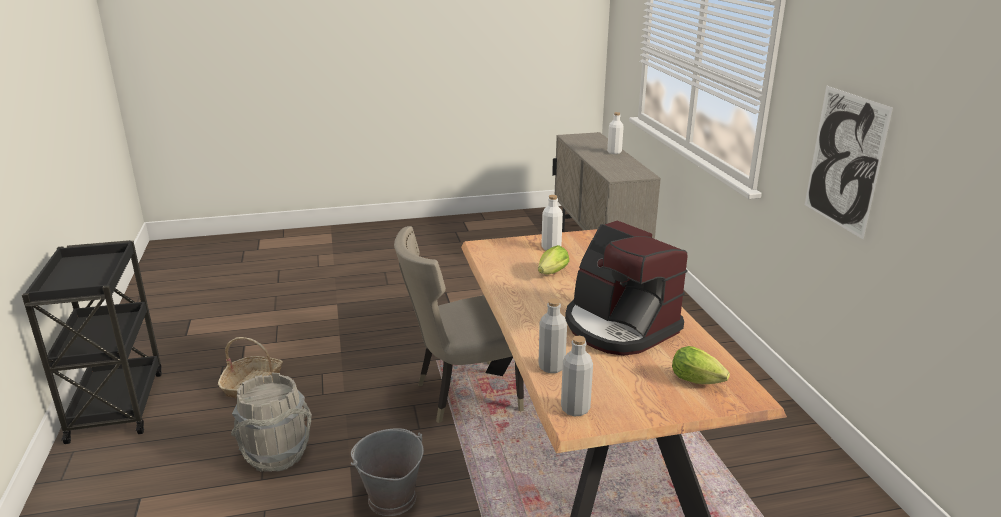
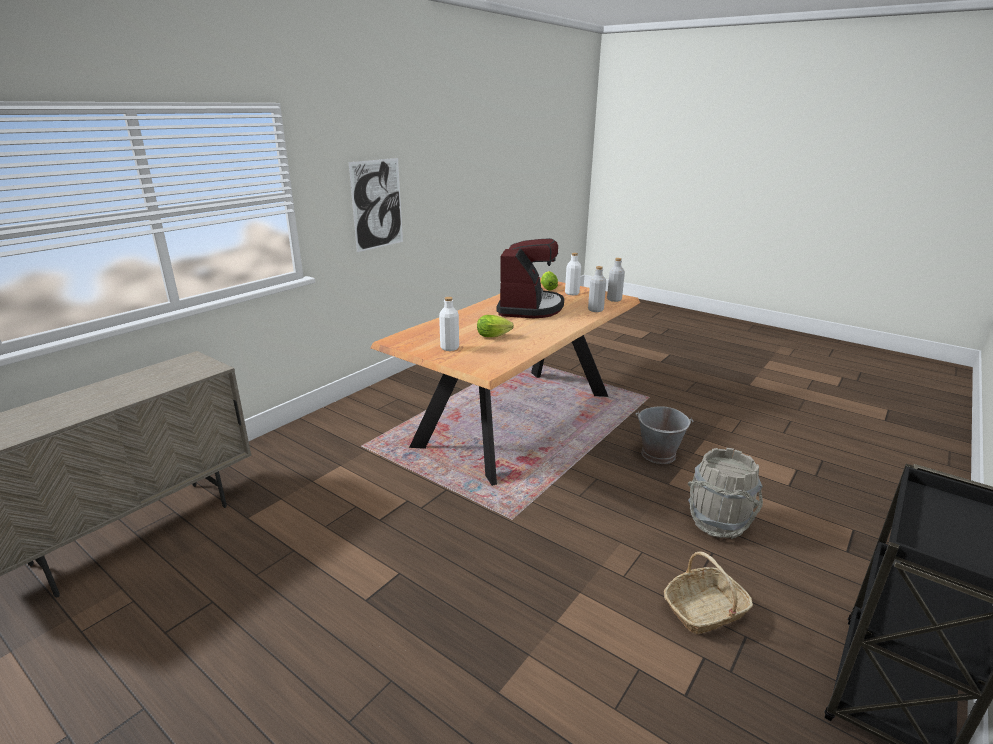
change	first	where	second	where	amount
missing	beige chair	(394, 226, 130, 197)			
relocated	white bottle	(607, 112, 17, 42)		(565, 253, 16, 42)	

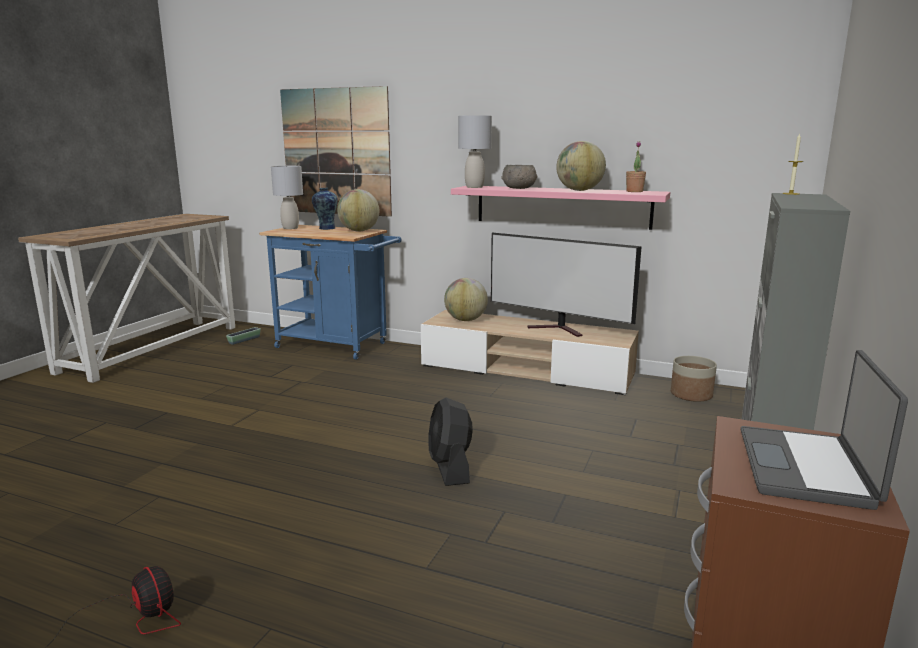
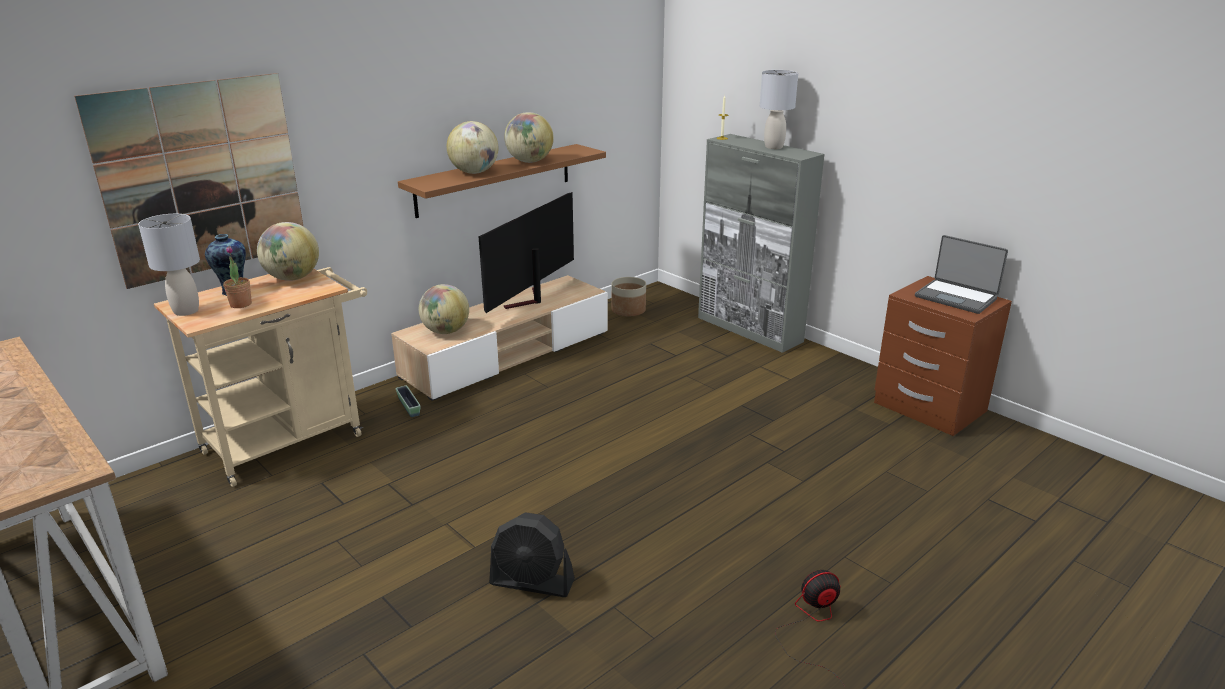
change	first	where	second	where	amount
relocated	planter	(226, 327, 35, 18)		(396, 386, 25, 31)	
colour	blue cart	(259, 225, 142, 135)	beige cart	(154, 267, 213, 220)	
relocated	black fan	(428, 398, 45, 88)		(489, 512, 86, 85)	
colour	pink shelf	(451, 186, 219, 44)	brown shelf	(398, 144, 208, 74)	
relocated	grey table lamp	(458, 115, 34, 73)		(760, 70, 38, 79)	
spun	television	(491, 233, 151, 104)		(478, 192, 96, 121)	150 degrees clockwise
exchanged	grey bowl	(501, 165, 37, 24)	globe	(447, 121, 52, 53)	
relocated	potted plant	(626, 141, 20, 51)		(223, 246, 29, 62)	

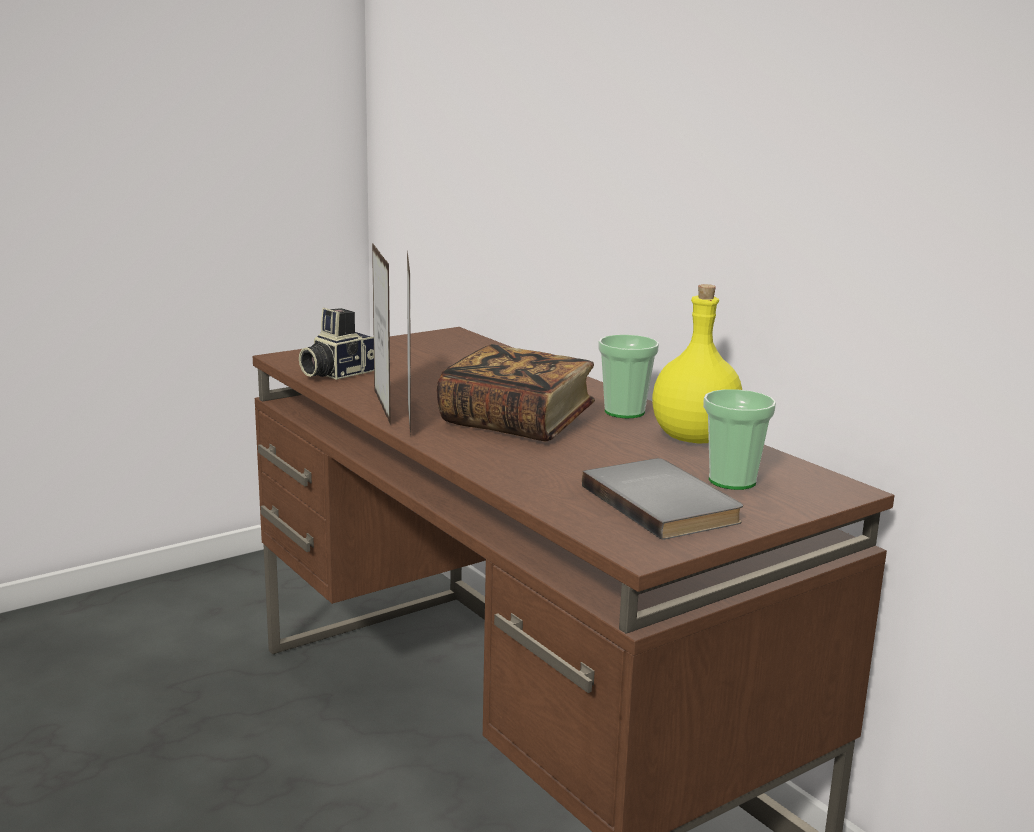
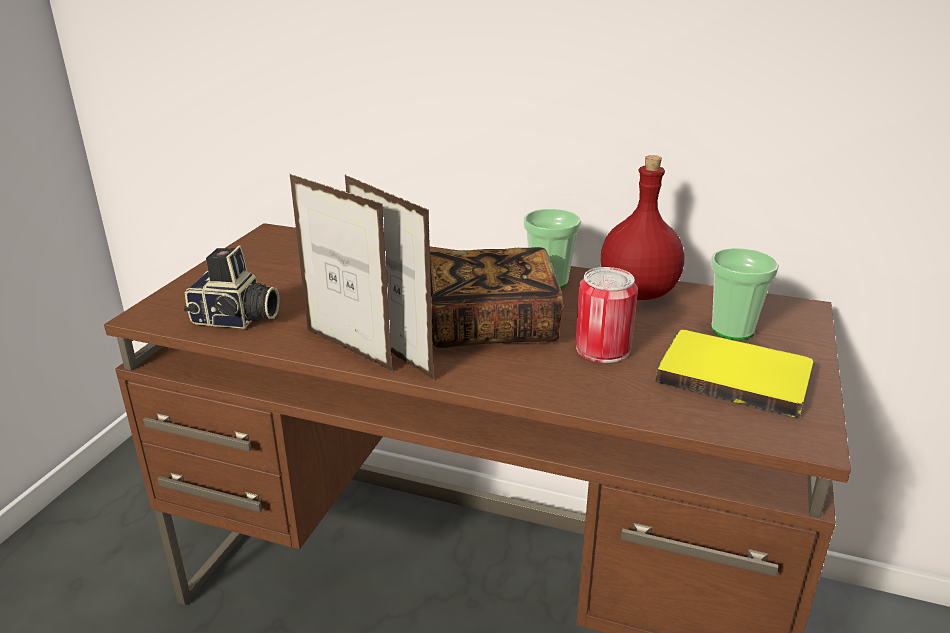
change	first	where	second	where	amount
spun	photo camera	(299, 308, 75, 72)		(184, 246, 96, 83)	90 degrees counterclockwise
colour	grey book	(582, 458, 161, 82)	yellow book	(655, 330, 158, 88)	
colour	yellow bottle	(652, 284, 90, 159)	red bottle	(601, 155, 83, 145)	
appeared			can	(575, 267, 63, 96)	

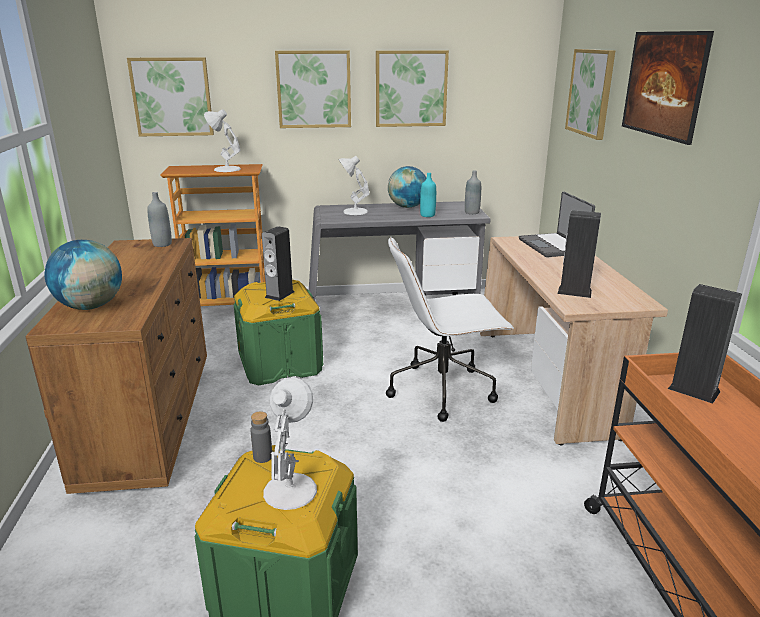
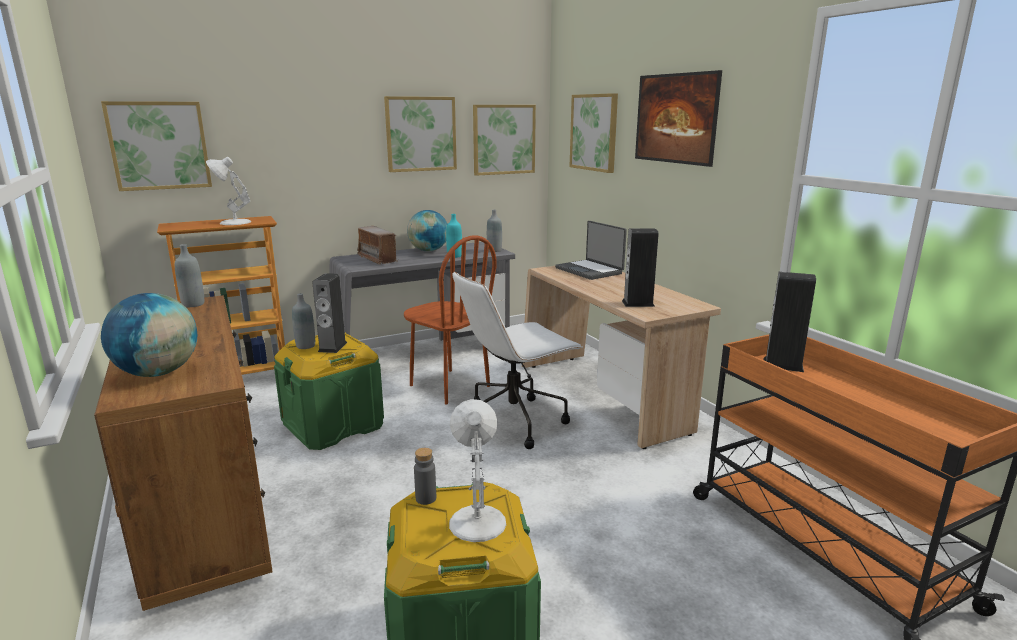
change	first	where	second	where	amount
relocated	picture	(275, 50, 76, 78)		(473, 105, 63, 71)	
exchanged	white table lamp	(339, 156, 31, 59)	radio	(357, 226, 40, 39)	
appeared			grey bottle	(292, 293, 23, 56)	
appeared			brown chair	(404, 235, 93, 169)	

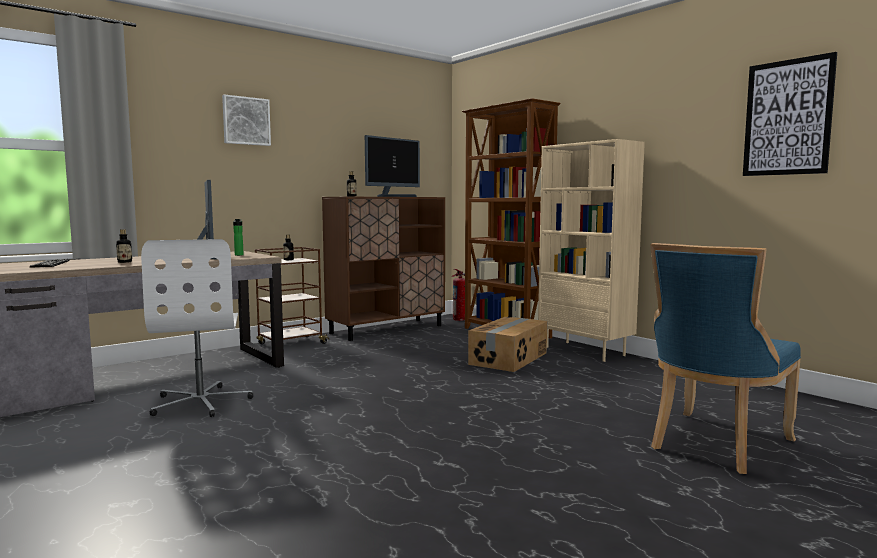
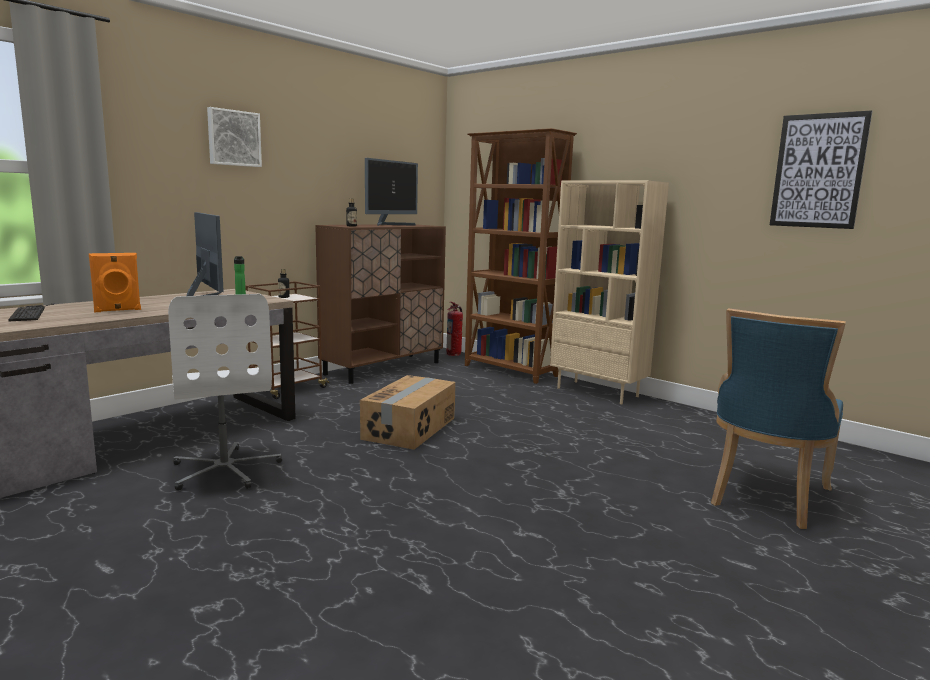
change	first	where	second	where	amount
exchanged	bottle	(116, 229, 16, 34)	orange speaker	(88, 253, 53, 60)	
relocated	cardboard box	(468, 317, 79, 55)		(360, 375, 96, 75)	

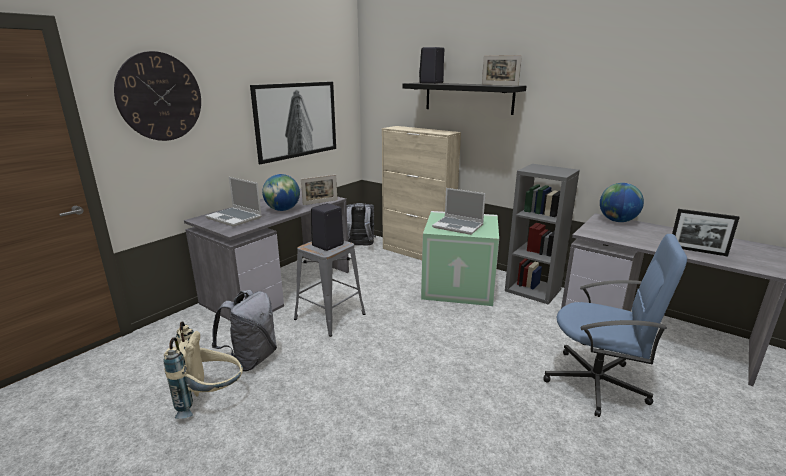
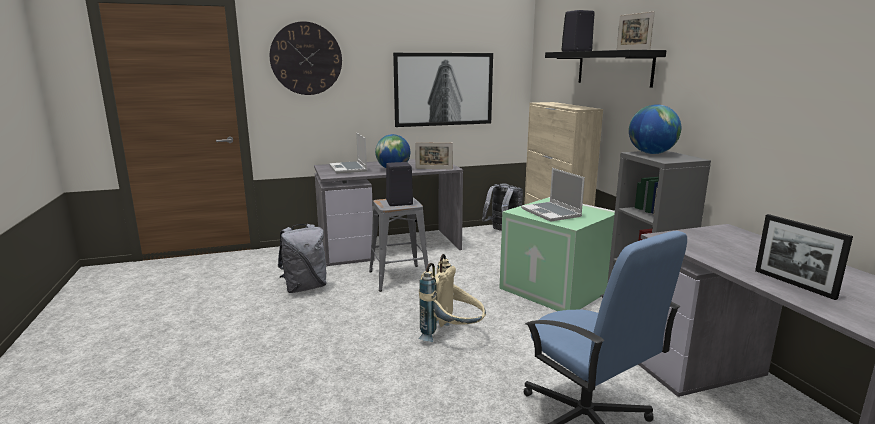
change	first	where	second	where	amount
relocated	beige backpack	(163, 321, 80, 98)		(419, 254, 67, 88)	
relocated	globe	(600, 183, 44, 39)		(629, 104, 52, 50)	

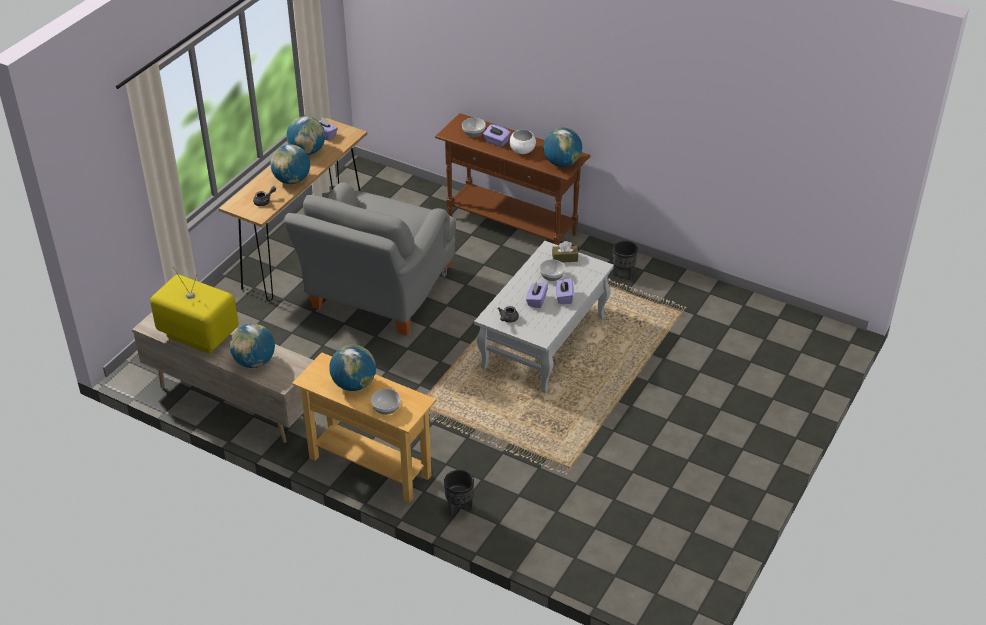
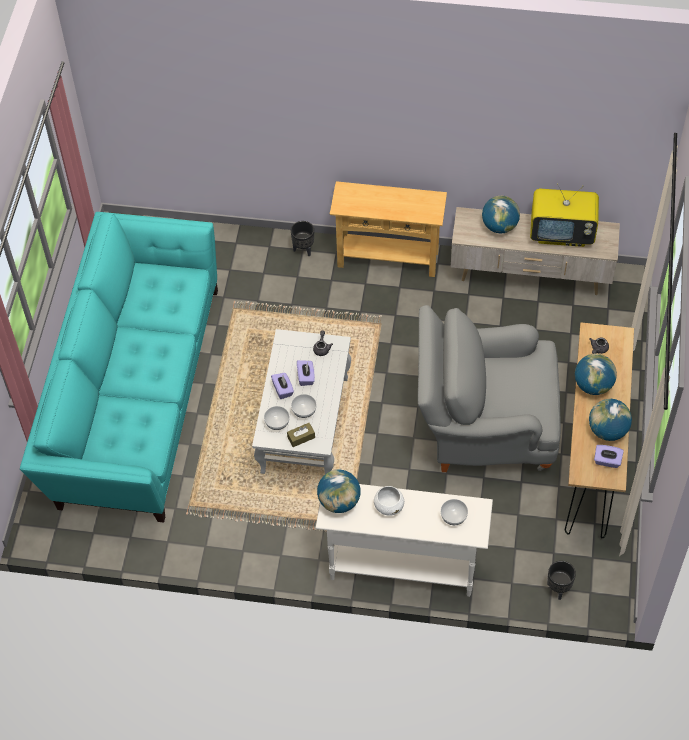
change	first	where	second	where	amount
spun	grey armchair	(284, 183, 172, 153)		(418, 305, 143, 167)	90 degrees counterclockwise
missing	globe	(330, 345, 46, 46)			
relocated	bowl	(371, 389, 30, 26)		(264, 406, 25, 24)	
colour	brown console table	(435, 113, 155, 132)	white console table	(316, 484, 177, 113)	
missing	purple tissue box	(483, 124, 28, 23)			
relocated	black planter	(613, 241, 25, 39)		(547, 561, 29, 39)	
appeared			turquoise sofa	(20, 212, 198, 311)	

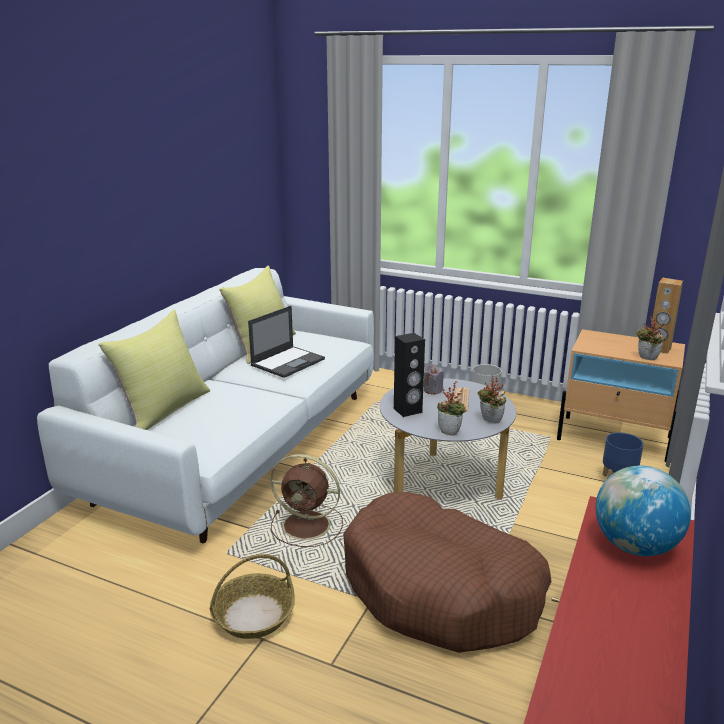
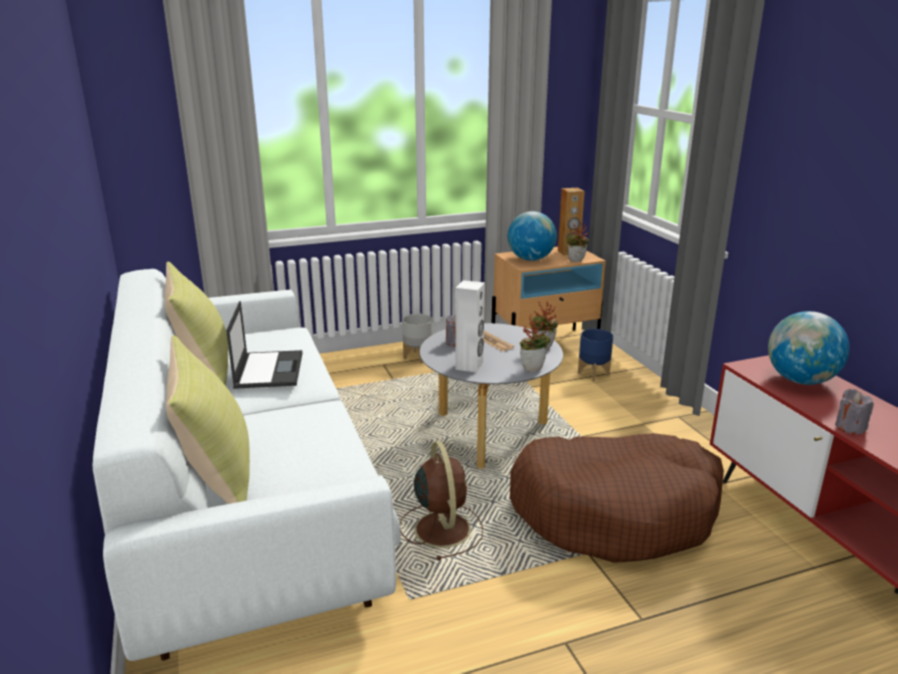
change	first	where	second	where	amount
missing	basket	(209, 554, 86, 85)			
spun	brown fan	(270, 454, 73, 93)		(400, 441, 83, 119)	75 degrees counterclockwise
colour	black speaker	(394, 333, 31, 84)	white speaker	(455, 280, 30, 93)	
appeared			globe	(508, 211, 49, 50)	
appeared			grey candle	(835, 389, 39, 46)	

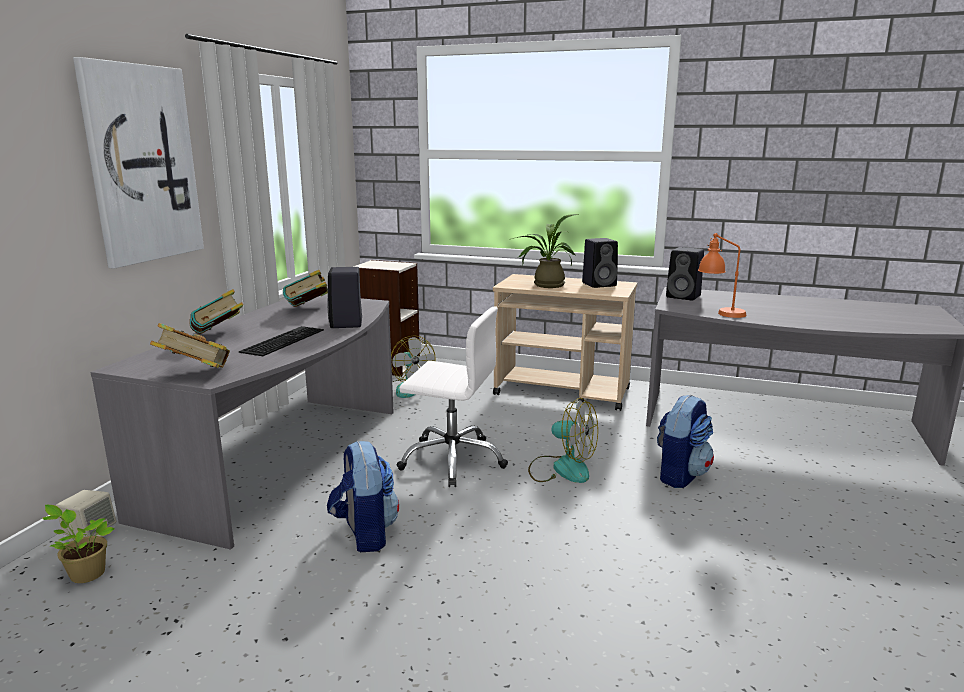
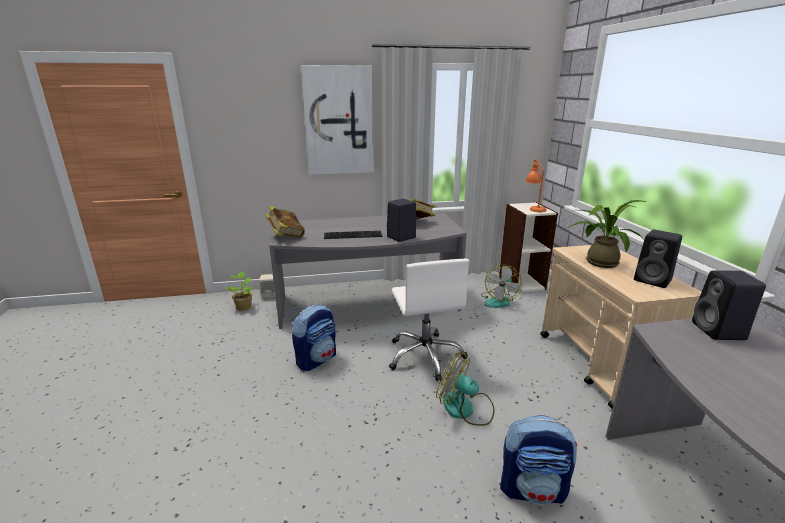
change	first	where	second	where	amount
missing	book	(189, 289, 54, 45)			
spun	fan	(528, 398, 70, 85)		(436, 352, 59, 74)	120 degrees clockwise
relocated	orange table lamp	(698, 233, 49, 85)		(525, 159, 22, 53)	

